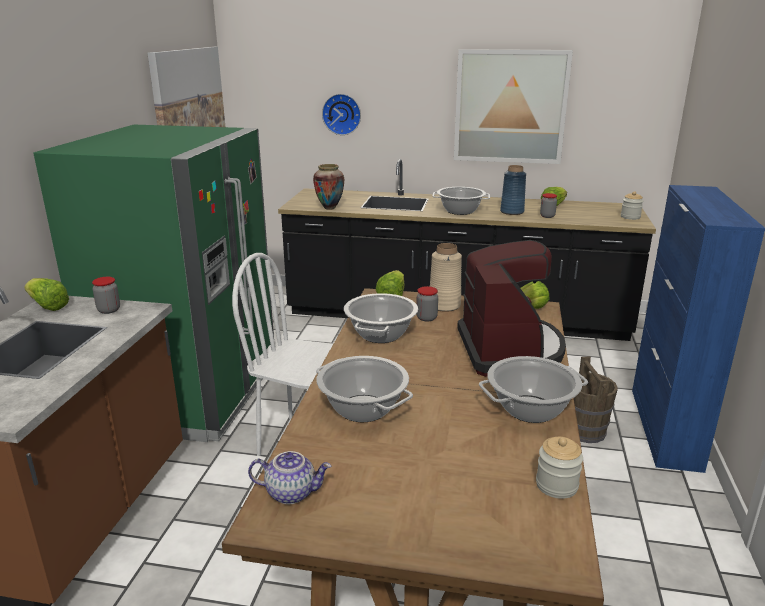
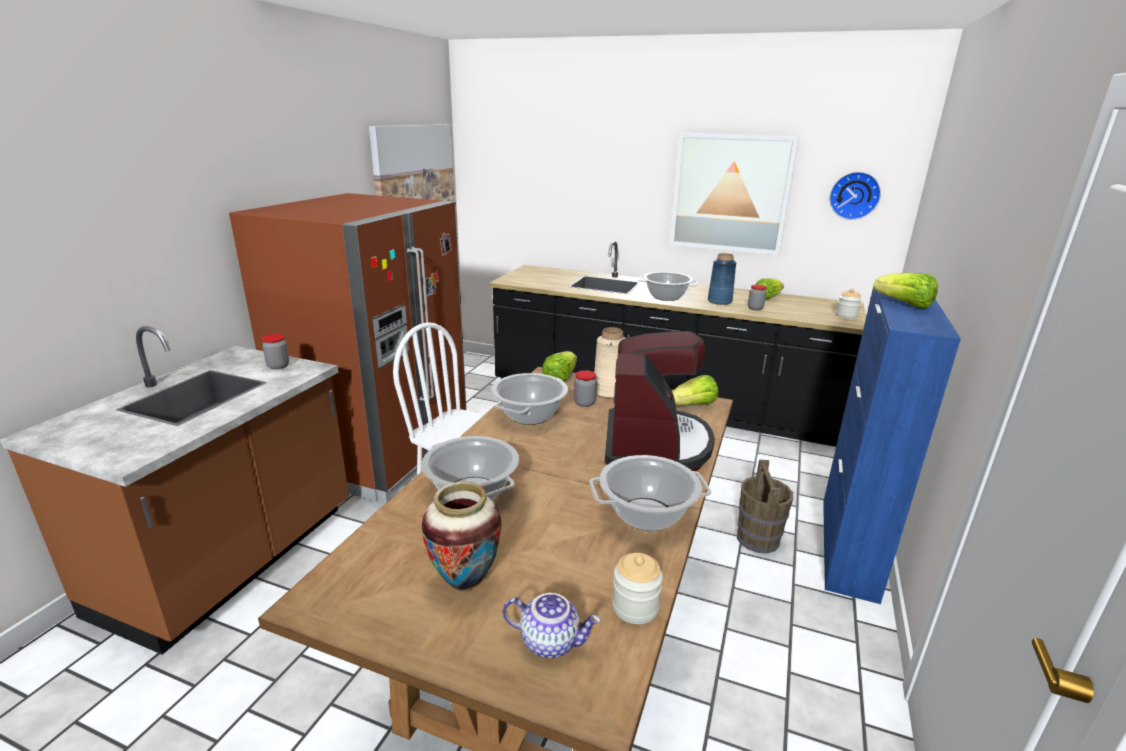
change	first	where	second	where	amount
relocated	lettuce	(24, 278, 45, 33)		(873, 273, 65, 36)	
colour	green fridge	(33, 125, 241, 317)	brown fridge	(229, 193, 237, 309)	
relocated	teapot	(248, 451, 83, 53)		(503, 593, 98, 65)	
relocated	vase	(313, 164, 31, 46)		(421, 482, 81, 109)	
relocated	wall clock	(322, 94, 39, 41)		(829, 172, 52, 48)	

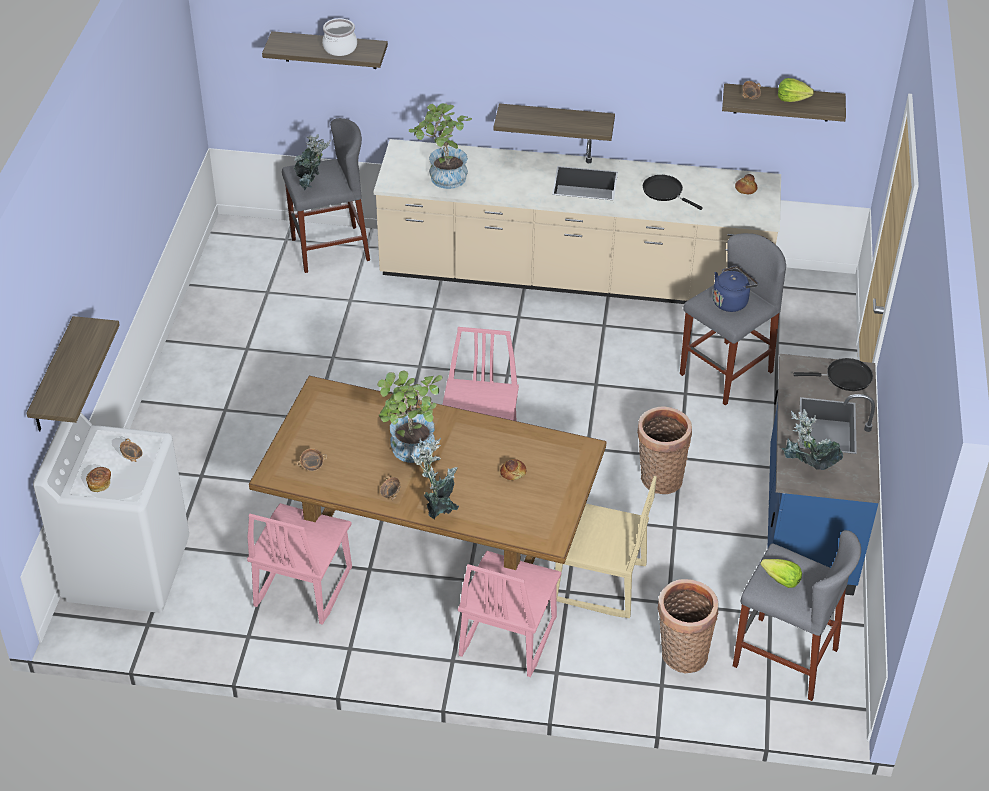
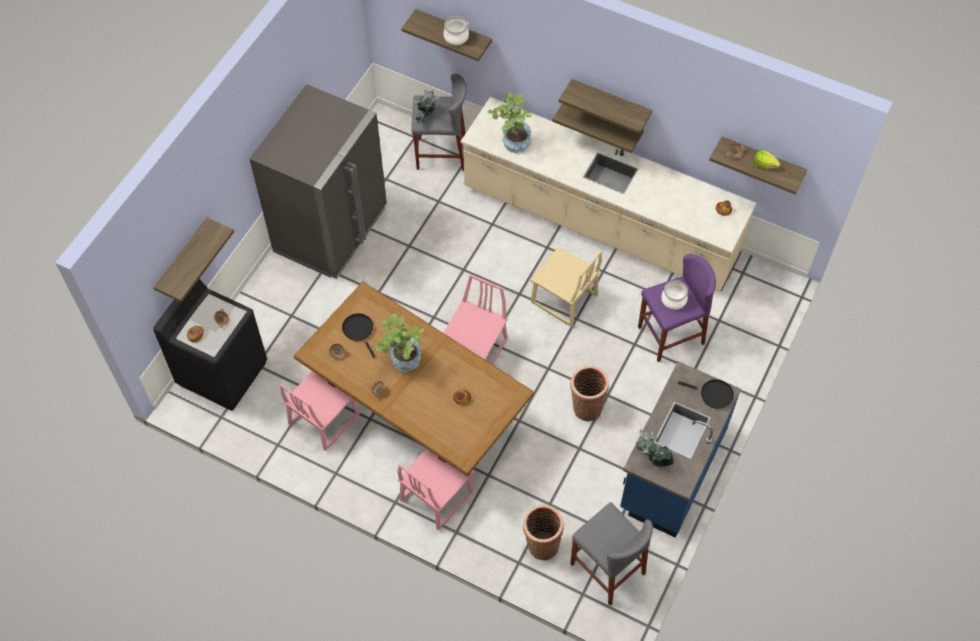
change	first	where	second	where	amount
colour	white washing machine	(33, 413, 156, 200)	black washing machine	(153, 279, 114, 132)	
missing	potted plant	(411, 438, 48, 82)			
relocated	beige chair	(555, 476, 102, 142)		(530, 247, 72, 80)	
relocated	black frying pan	(643, 175, 60, 35)		(342, 313, 33, 45)	
colour	grey stool	(680, 233, 106, 172)	purple stool	(638, 254, 78, 108)	
exchanged	blue kettle	(713, 266, 45, 46)	cooking pot	(661, 280, 27, 30)	
missing	lettuce	(760, 559, 42, 29)			
appeared			grey fridge	(250, 84, 137, 195)	
appeared			shelf	(559, 79, 94, 55)	

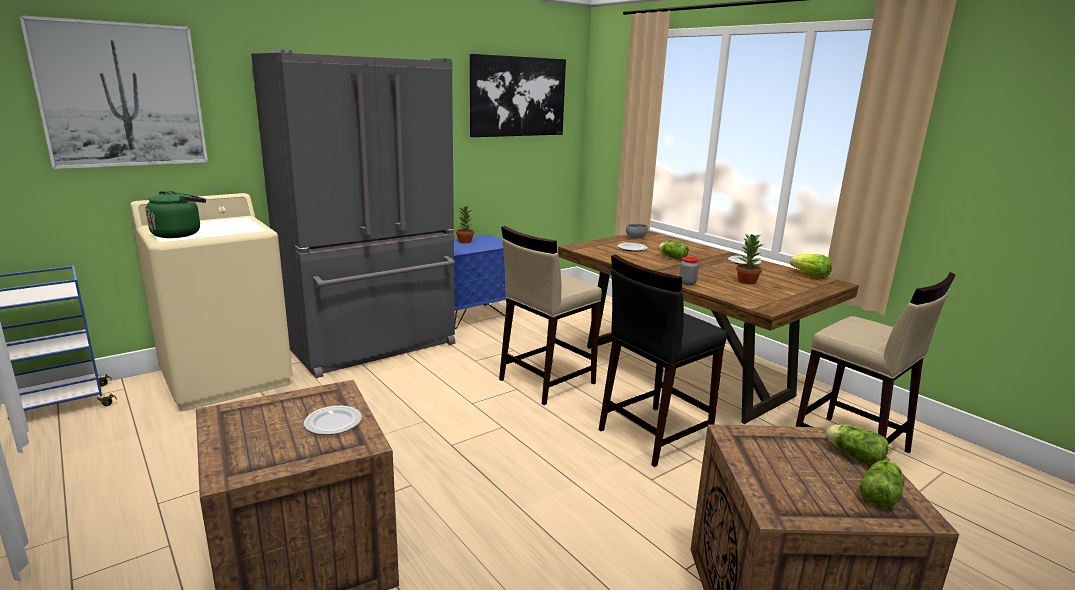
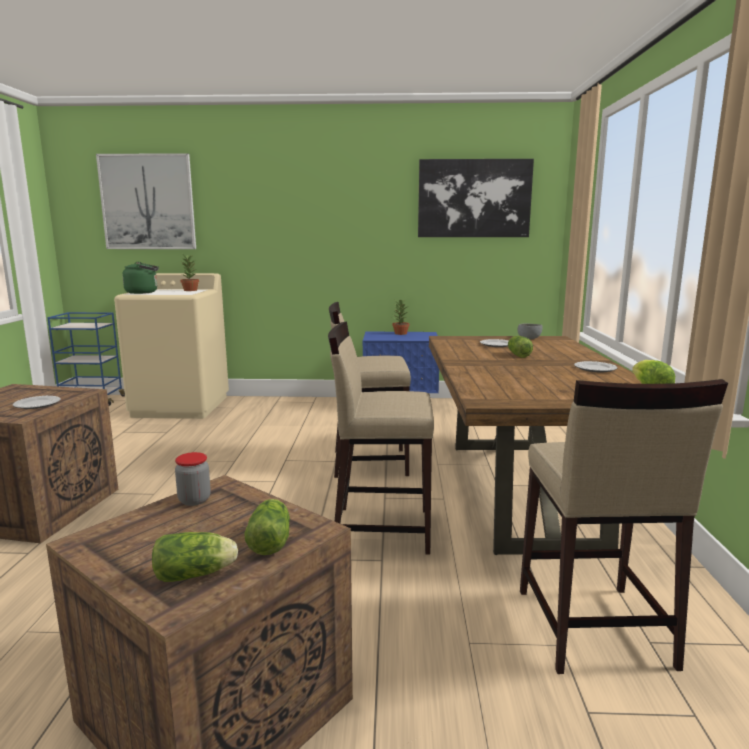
change	first	where	second	where	amount
missing	grey fridge	(251, 50, 204, 328)			
colour	black stool	(599, 255, 128, 212)	beige stool	(328, 321, 106, 233)	
relocated	jar	(679, 257, 20, 28)		(175, 452, 36, 54)	
relocated	potted plant	(736, 234, 27, 50)		(180, 254, 19, 37)	

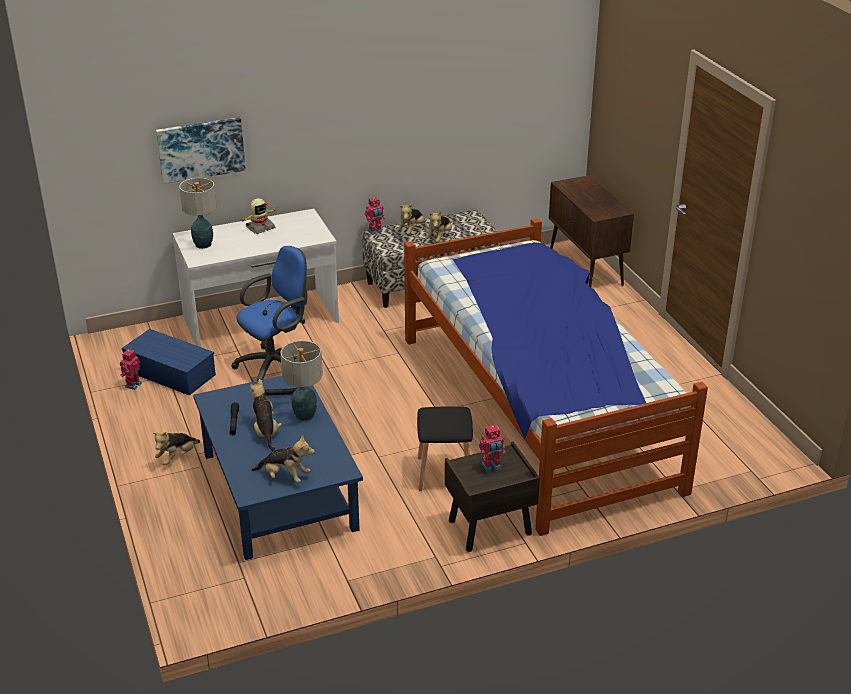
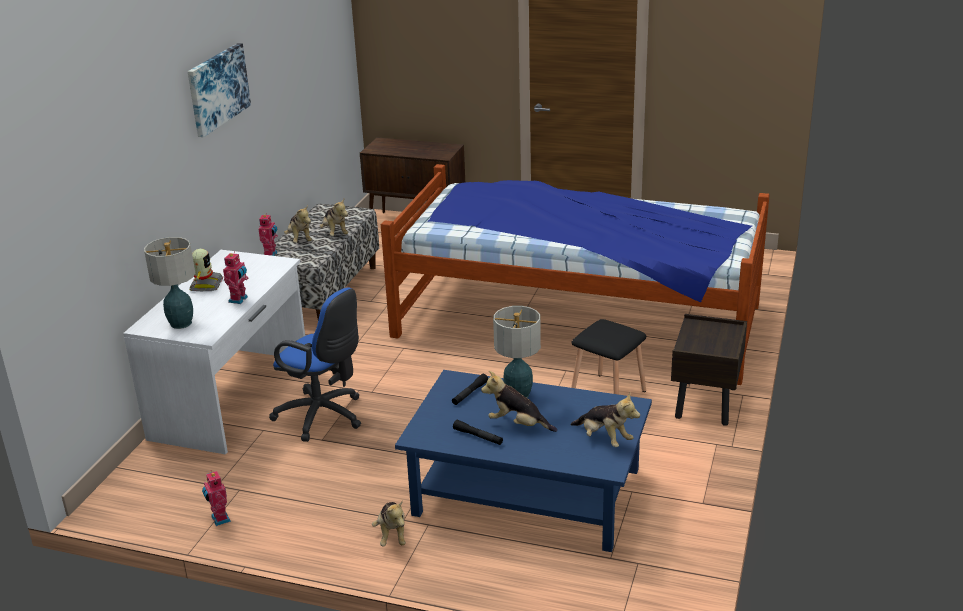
change	first	where	second	where	amount
missing	blue storage box	(122, 329, 94, 66)			
relocated	picture	(156, 117, 90, 67)		(188, 43, 63, 94)	
spun	blue office chair	(232, 246, 76, 135)		(269, 287, 92, 155)	120 degrees clockwise
spun	plush toy	(251, 434, 64, 48)		(570, 393, 70, 54)	75 degrees clockwise
relocated	toy robot	(479, 425, 27, 47)		(223, 251, 25, 53)	

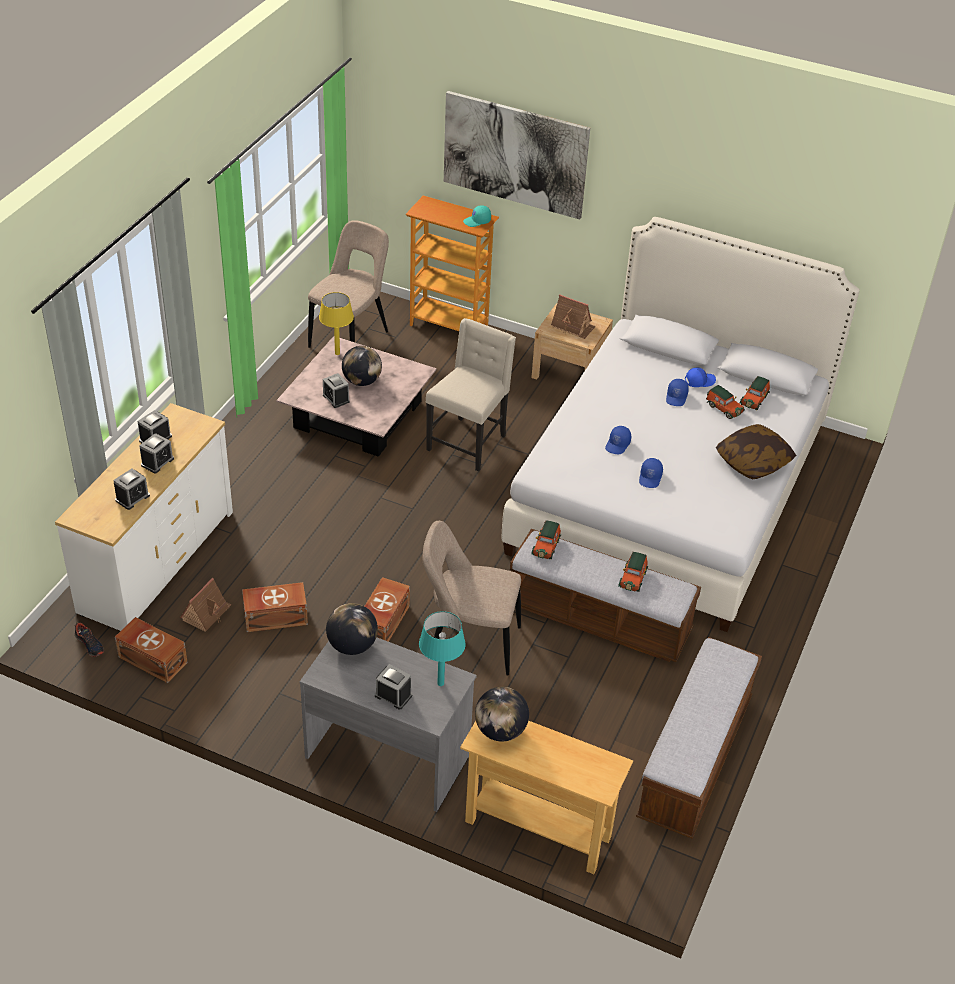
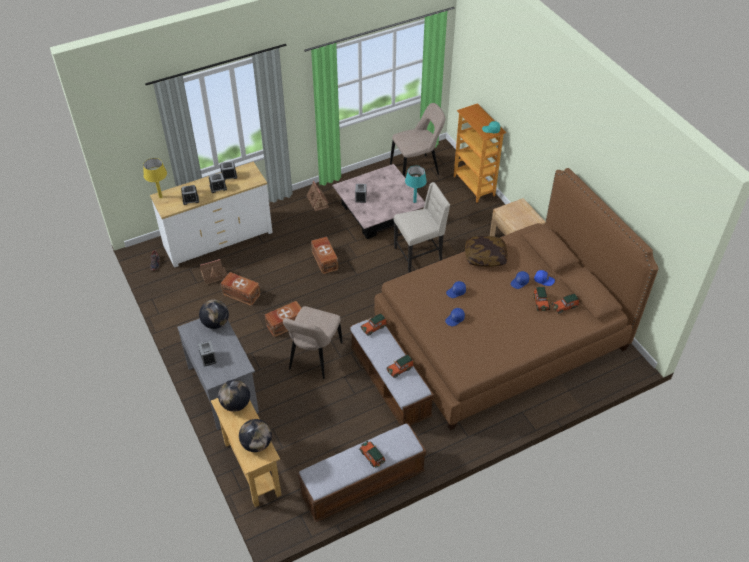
change	first	where	second	where	amount
relocated	brown storage box	(115, 617, 73, 66)		(311, 236, 27, 38)	
relocated	yellow table lamp	(319, 292, 35, 63)		(143, 158, 24, 40)	
relocated	globe	(342, 346, 40, 40)		(239, 419, 33, 33)	
relocated	turquoise table lamp	(419, 611, 47, 75)		(405, 166, 22, 37)	
spun	beige chair	(423, 521, 98, 155)		(283, 306, 60, 73)	120 degrees counterclockwise
missing	picture	(444, 91, 146, 129)			
colour	white bed	(502, 217, 358, 415)	brown bed	(374, 168, 285, 262)	
relocated	toy house	(551, 294, 45, 45)		(307, 181, 22, 30)	
relocated	pillow	(716, 424, 80, 55)		(465, 236, 43, 31)	
appeared			toy car	(359, 441, 26, 27)	

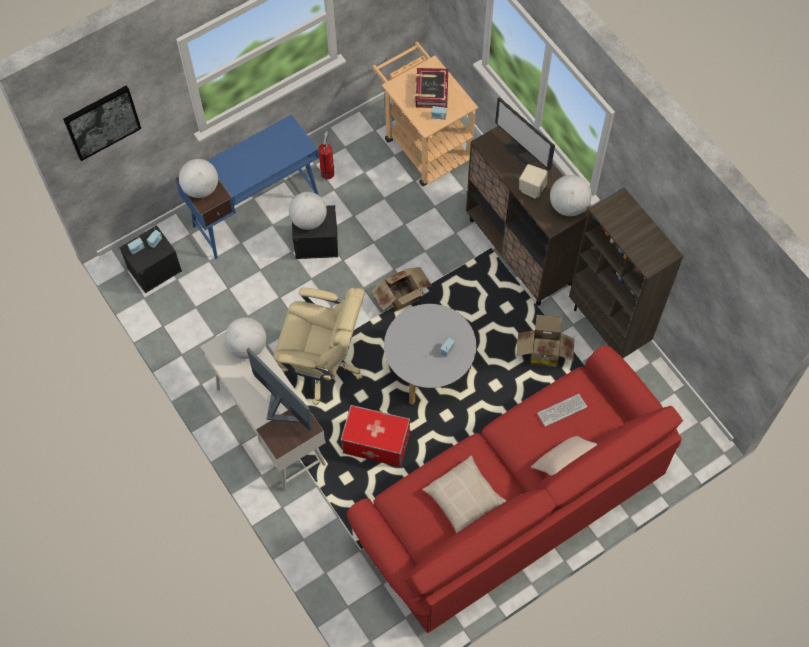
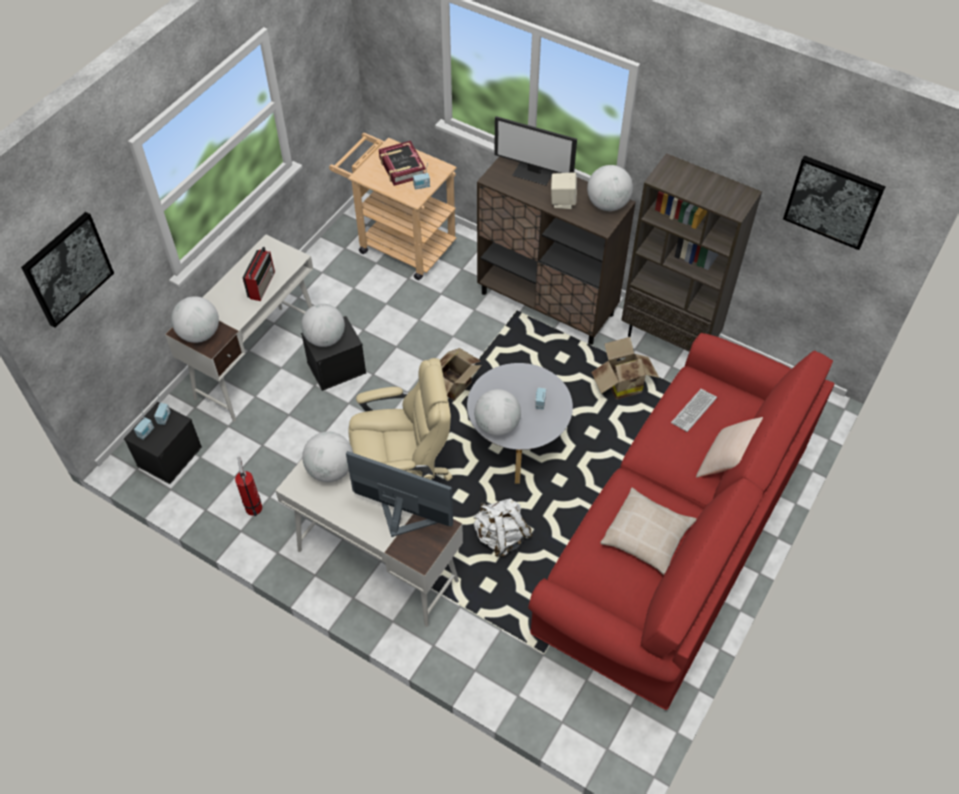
change	first	where	second	where	amount
colour	blue desk	(175, 114, 144, 145)	white desk	(165, 235, 148, 187)	
relocated	fire extinguisher	(318, 131, 16, 49)		(235, 456, 27, 60)	
exchanged	storage box	(341, 405, 69, 62)	white backpack	(474, 498, 58, 59)	
appeared			radio	(242, 246, 33, 55)	
appeared			globe	(474, 389, 47, 47)	
appeared			picture	(783, 155, 103, 95)	

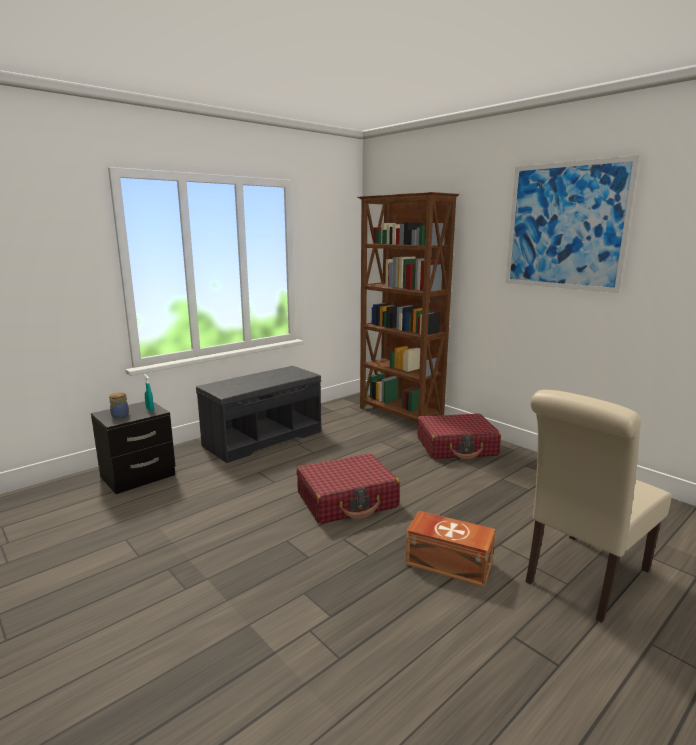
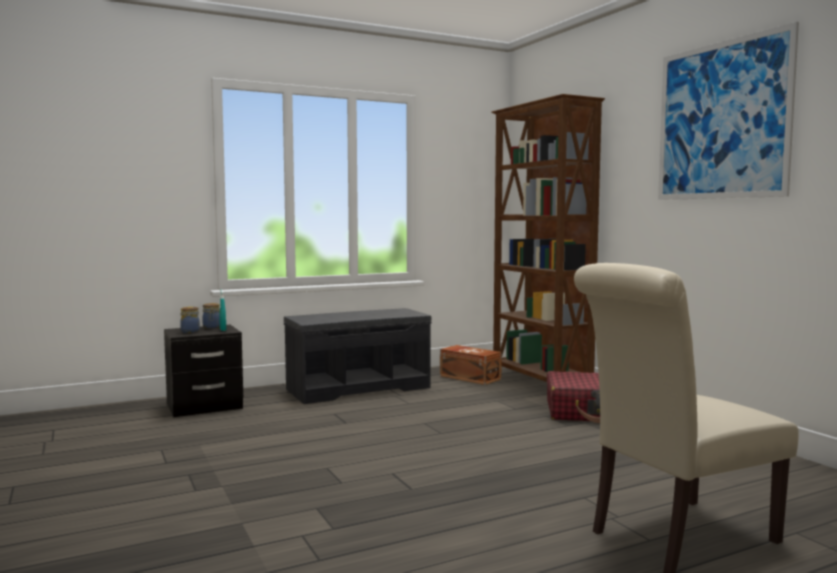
change	first	where	second	where	amount
missing	red suitcase	(297, 453, 103, 71)			
relocated	brown storage box	(405, 511, 90, 76)		(440, 345, 62, 40)	
appeared			jar	(202, 303, 18, 26)	

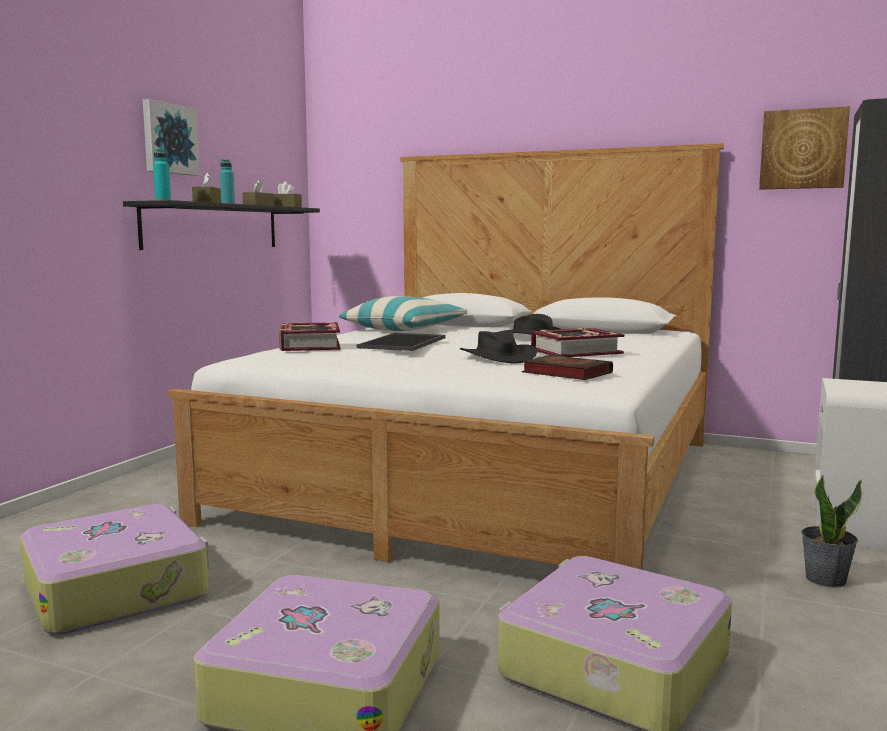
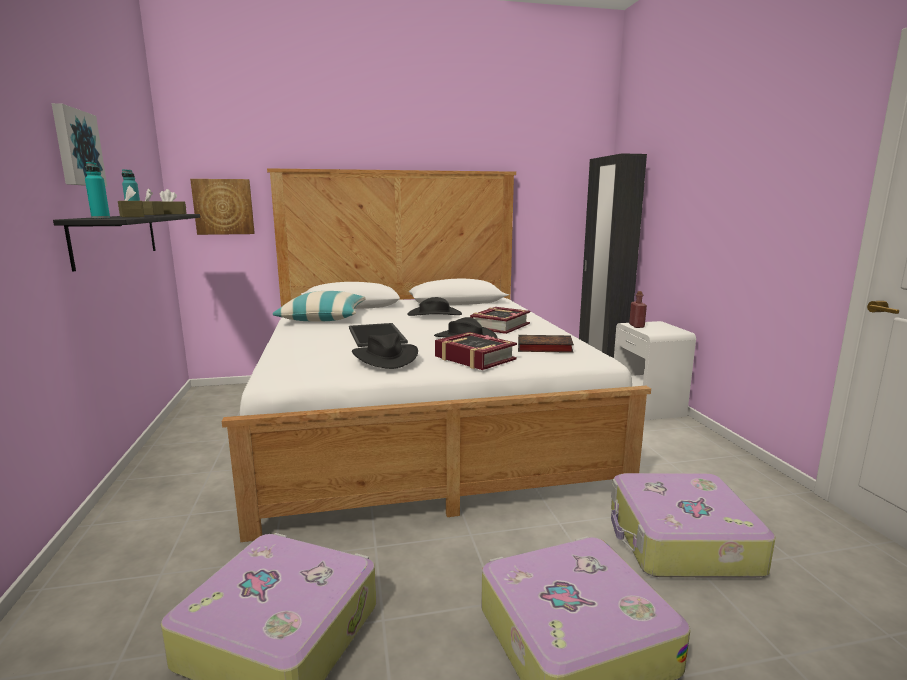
change	first	where	second	where	amount
relocated	book	(279, 322, 61, 29)		(435, 332, 82, 38)	
relocated	picture	(759, 106, 91, 83)		(190, 179, 65, 56)	
missing	potted plant	(801, 474, 61, 113)			
appeared			black hat	(352, 333, 66, 36)	
appeared			red bottle	(629, 291, 18, 37)	

